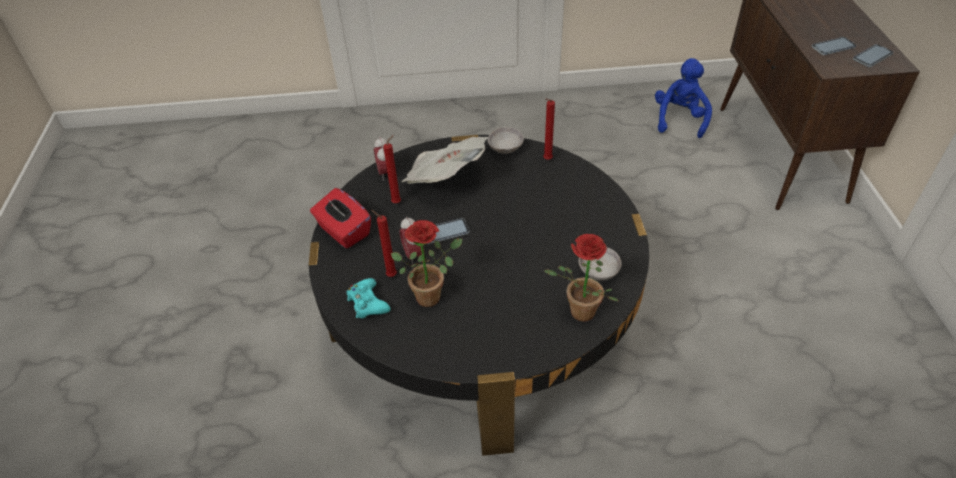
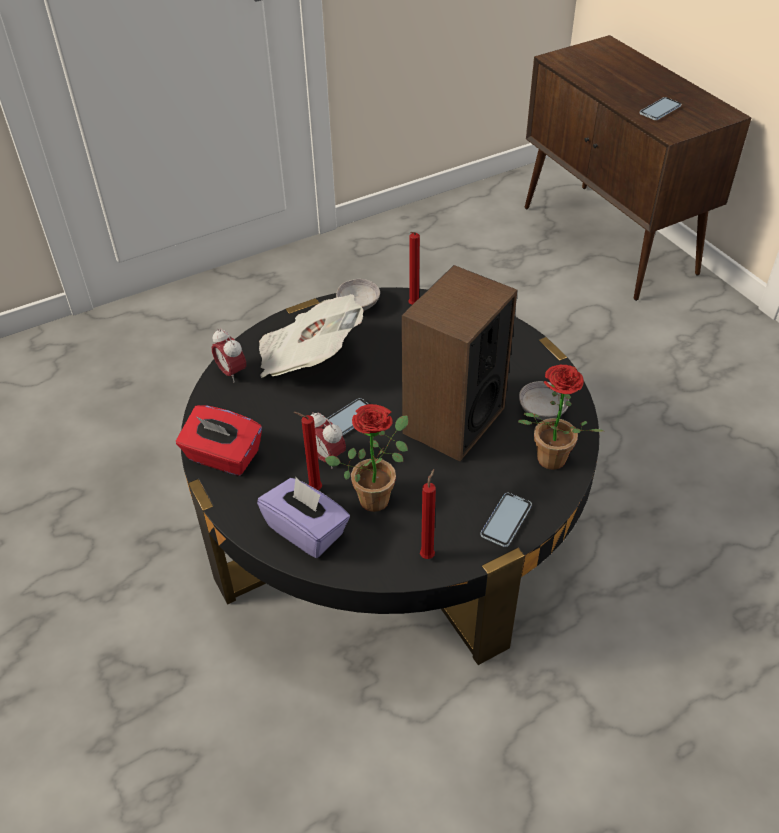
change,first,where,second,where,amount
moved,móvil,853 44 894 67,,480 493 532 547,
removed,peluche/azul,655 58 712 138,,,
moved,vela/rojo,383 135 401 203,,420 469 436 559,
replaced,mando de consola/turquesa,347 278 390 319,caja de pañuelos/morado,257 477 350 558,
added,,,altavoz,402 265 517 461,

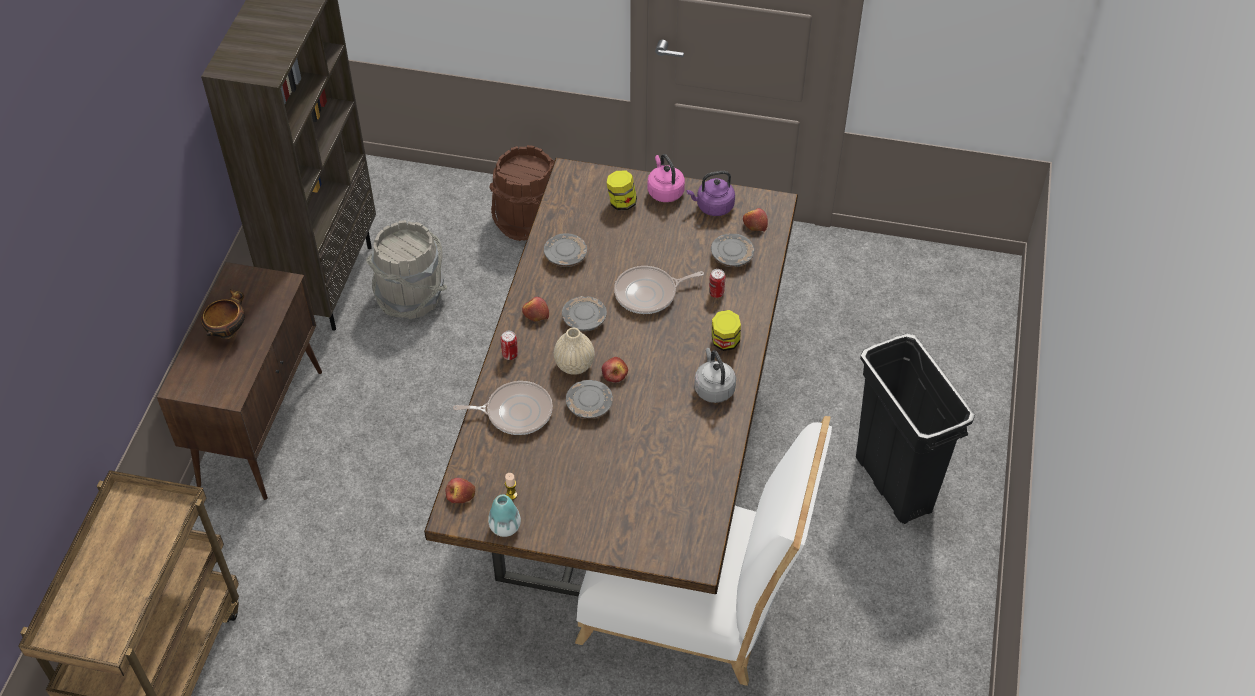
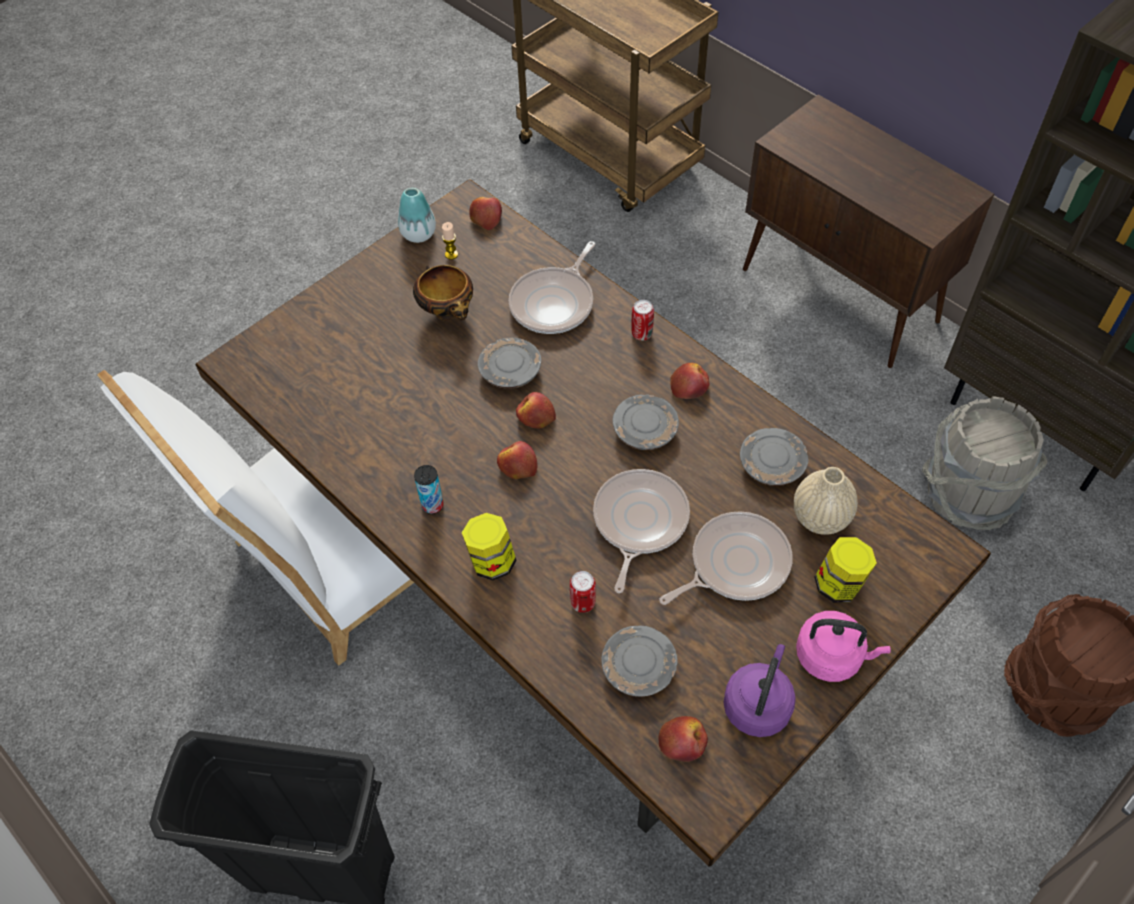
change,first,where,second,where,amount
moved,cuenco,201 289 245 339,,413 265 473 320,
moved,florero/beis,554 328 595 375,,794 467 858 535,
replaced,hervidor/gris,694 348 736 403,lata,414 465 444 514,
added,,,manzana,497 441 538 479,
added,,,sartén,659 511 793 605,

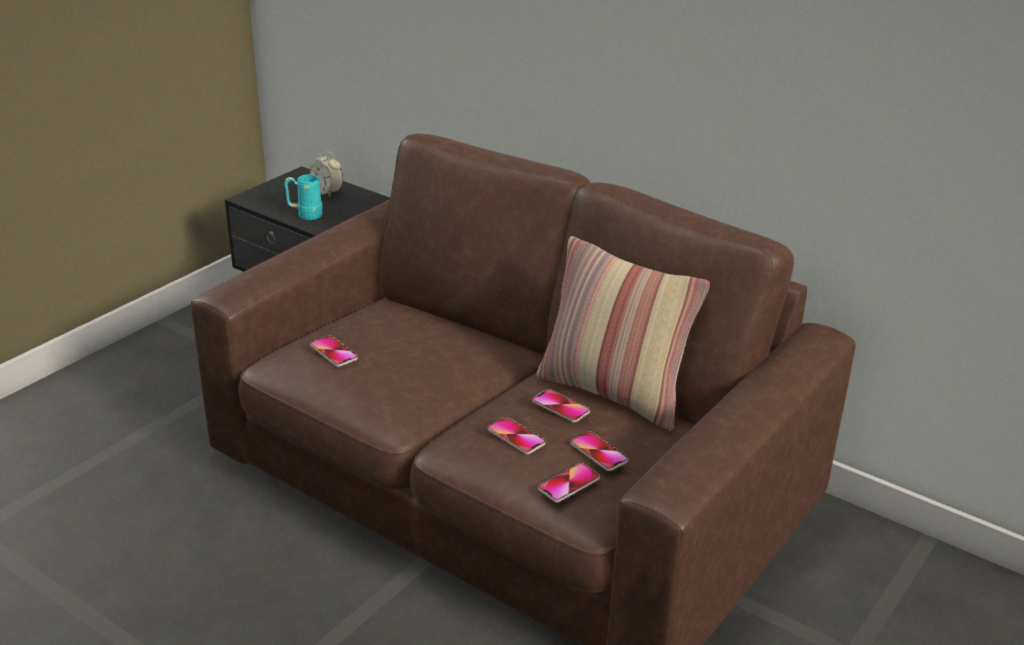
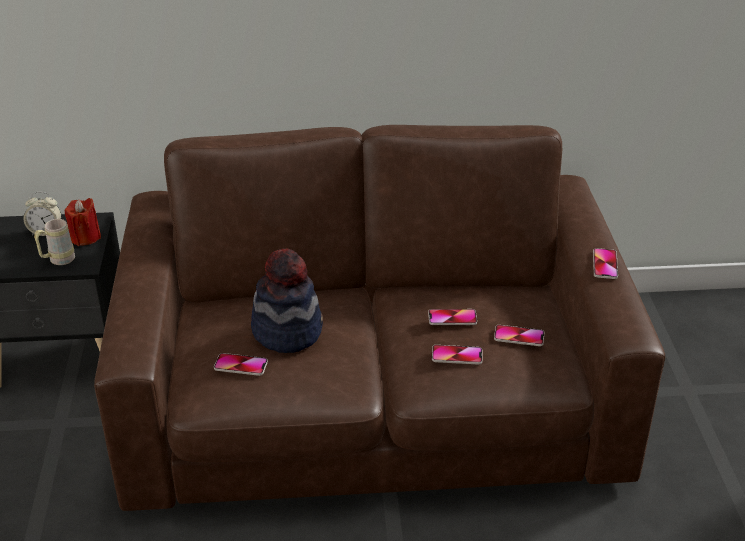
change,first,where,second,where,amount
recoloured,taza grande/turquesa,285 174 323 220,taza grande/beis,34 219 75 265,
removed,cojín,537 236 710 431,,,
moved,móvil,538 463 600 502,,593 248 618 279,
added,,,vela/rojo,65 198 101 246,
added,,,sombrero,251 248 323 353,

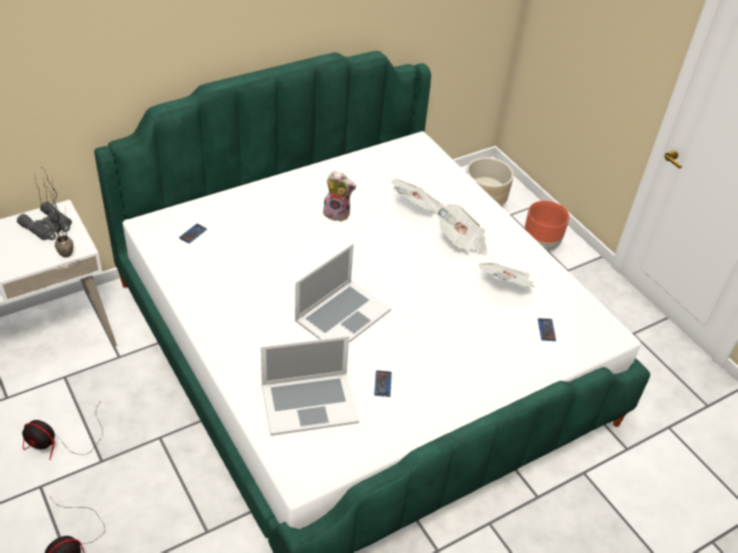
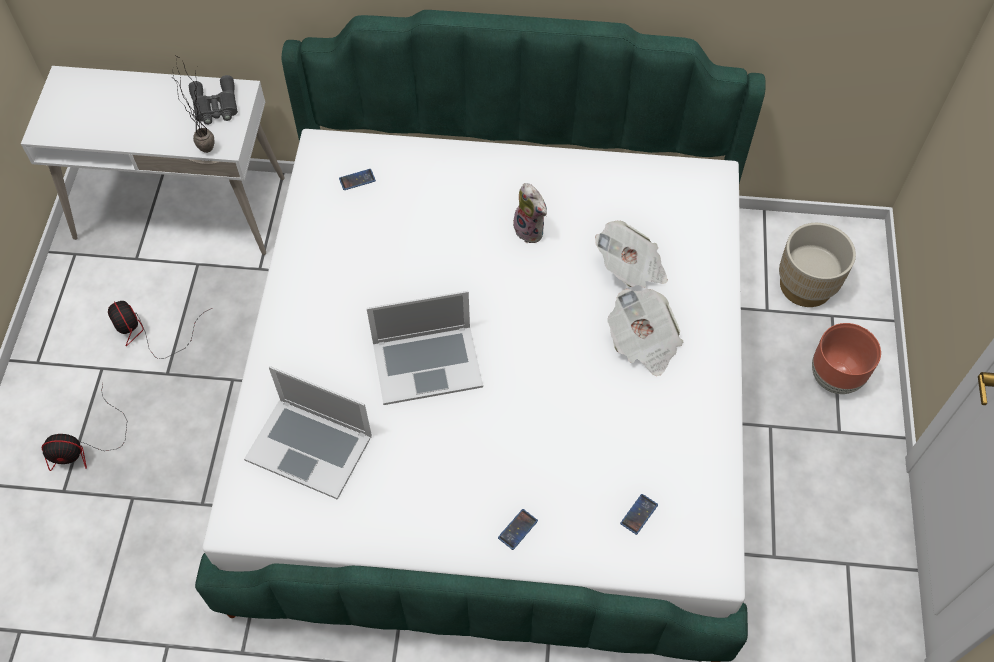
change,first,where,second,where,amount
removed,periódico,479 263 535 287,,,
moved,móvil,374 370 392 397,,498 509 538 550,

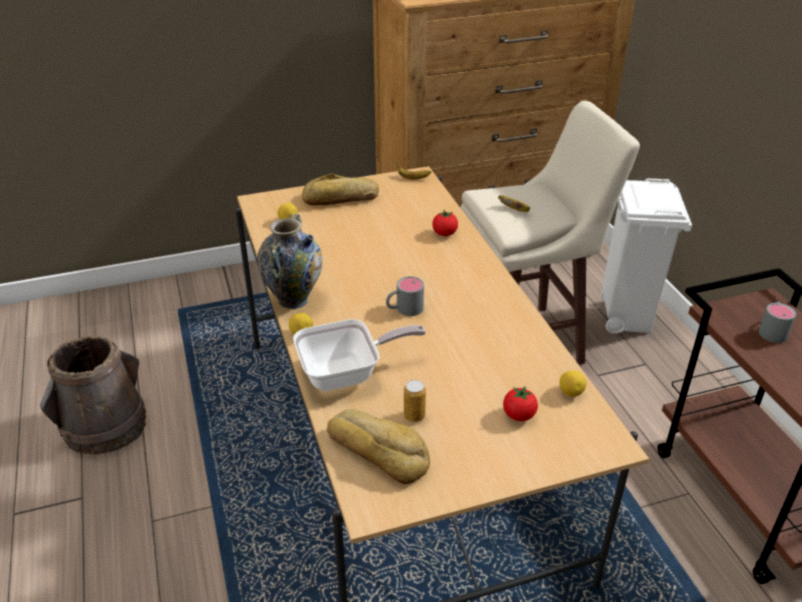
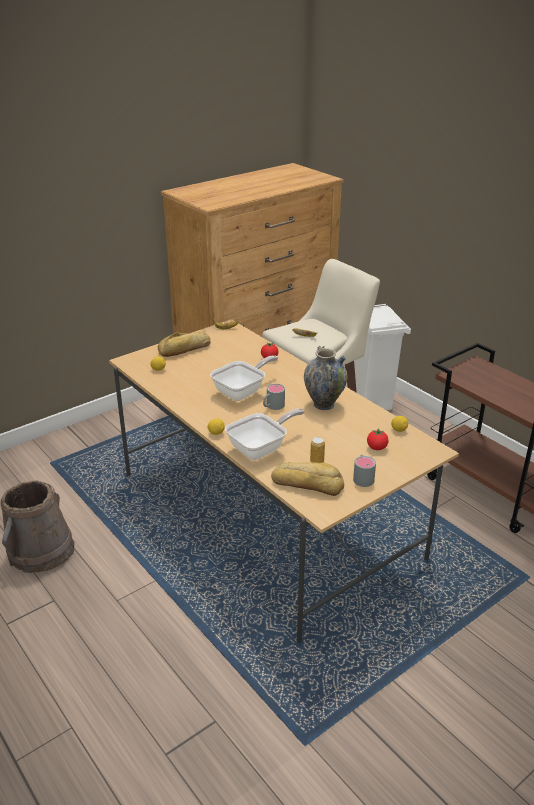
change,first,where,second,where,amount
moved,florero,257 213 323 309,,304 346 347 410,
moved,taza grande/gris,759 301 796 343,,353 455 376 487,
added,,,sartén,210 355 278 401,

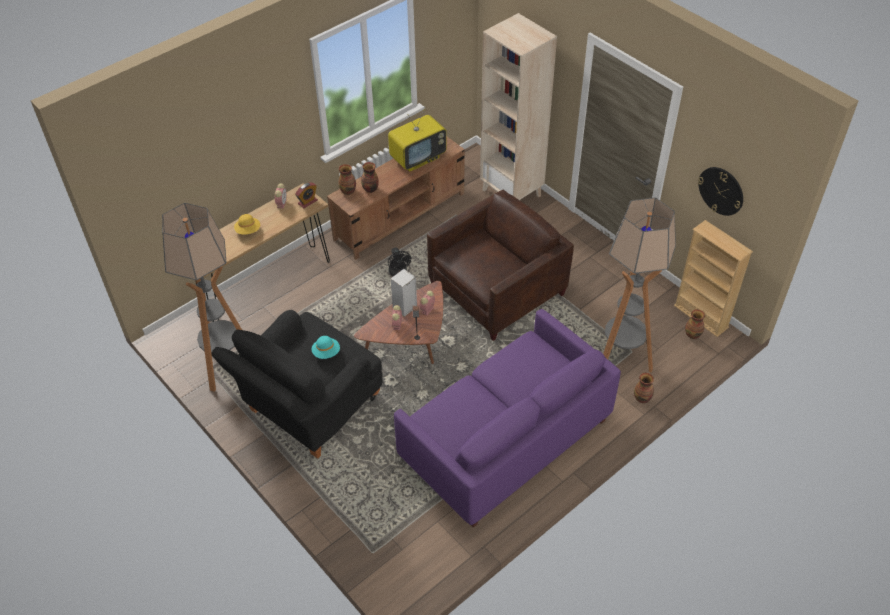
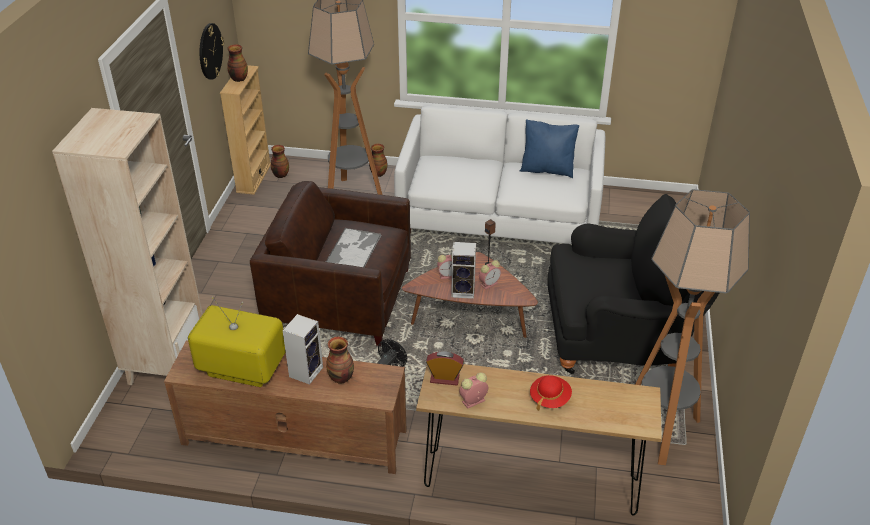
change,first,where,second,where,amount
moved,florero,339 164 356 195,,227 44 248 82,
recoloured,sombrero/amarillo,234 214 260 235,sombrero/rojo,530 375 572 411,
recoloured,sofá/morado,394 309 621 528,sofá/blanco,394 106 605 244,
removed,sombrero/turquesa,312 336 340 359,,,
added,,,cojín/azul,520 119 579 178,
added,,,bandeja,326 228 381 267,
added,,,altavoz,283 314 323 385,

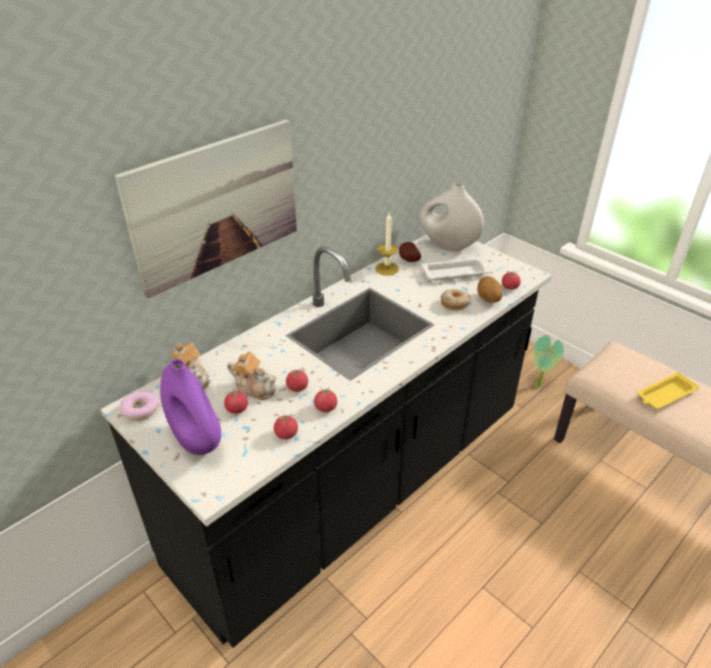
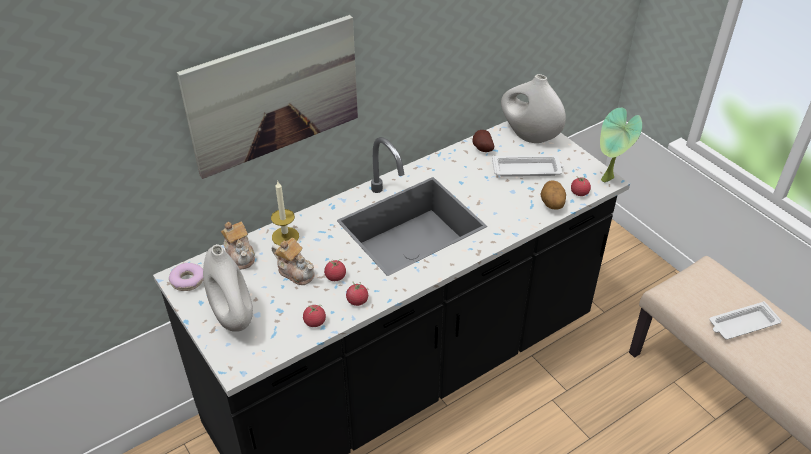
change,first,where,second,where,amount
moved,vela,376 213 399 276,,271 181 299 246,
removed,rosquilla,441 289 471 310,,,
moved,planta en maceta,534 335 564 388,,600 108 642 182,
recoloured,florero/morado,160 359 221 455,florero/blanco,203 244 253 332,
recoloured,bandeja/amarillo,637 372 699 409,bandeja/blanco,709 301 782 340,
removed,tomate,224 389 248 414,,,

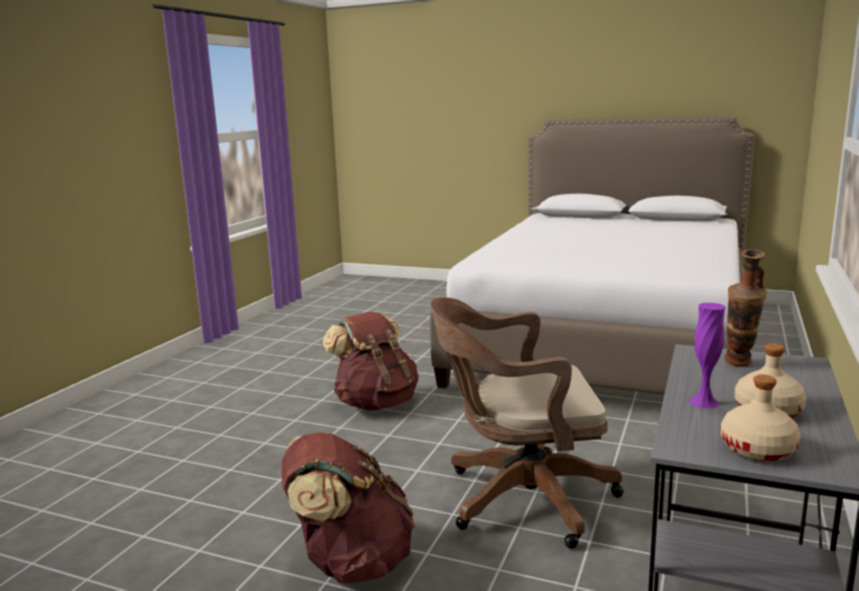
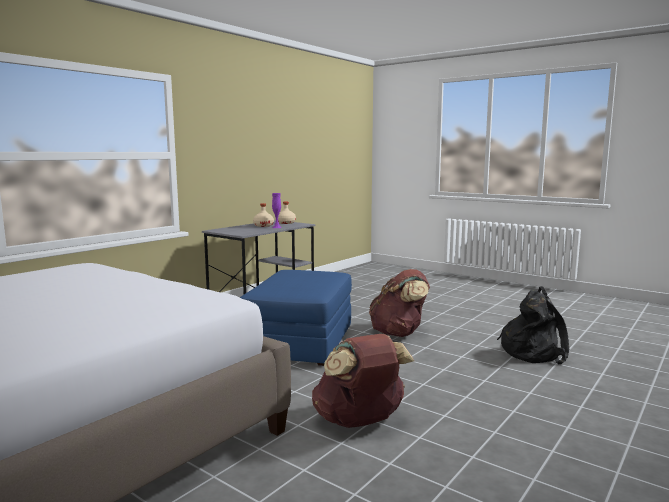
change,first,where,second,where,amount
removed,florero,725 250 767 367,,,
replaced,silla de oficina/marrón,431 297 624 549,puf/azul,240 270 352 366,
added,,,mochila/negro,497 286 569 365,

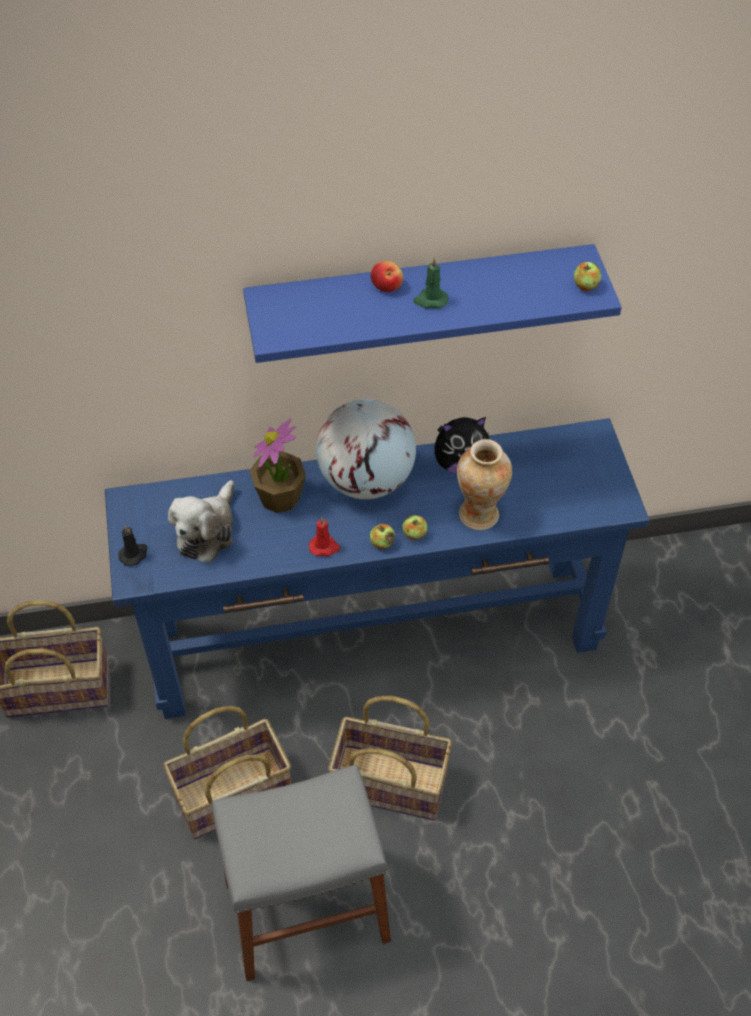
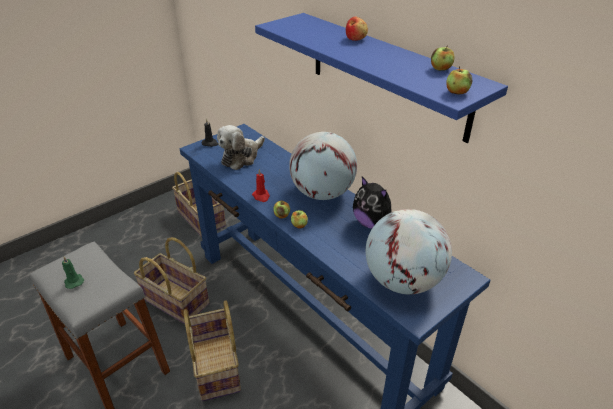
change,first,where,second,where,amount
moved,vela/verde,413 257 448 309,,62 256 84 289,
removed,planta en maceta,249 419 306 513,,,
removed,florero,457 439 512 530,,,
turned,peluche,168 480 234 563,,217 125 265 170,45 degrees counterclockwise
added,,,manzana,431 45 455 71,
added,,,globo terráqueo,366 209 452 294,

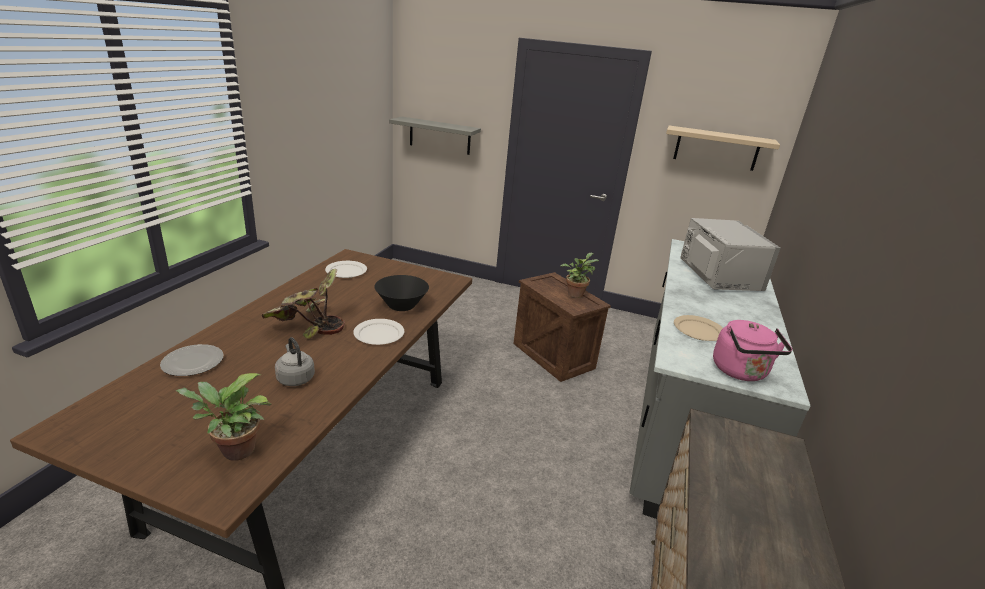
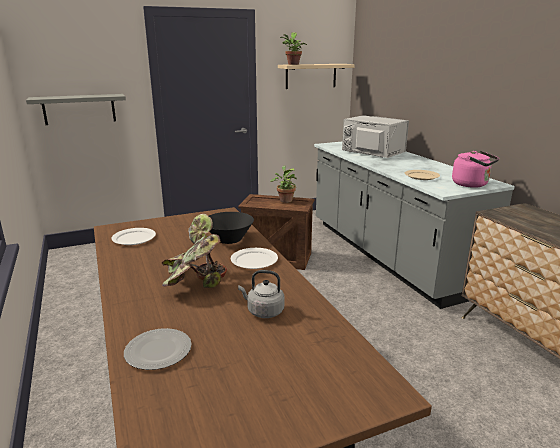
change,first,where,second,where,amount
moved,planta en maceta,176 373 271 461,,280 32 307 65,

